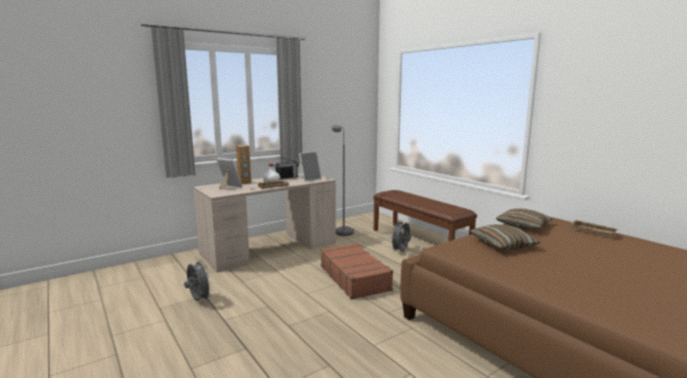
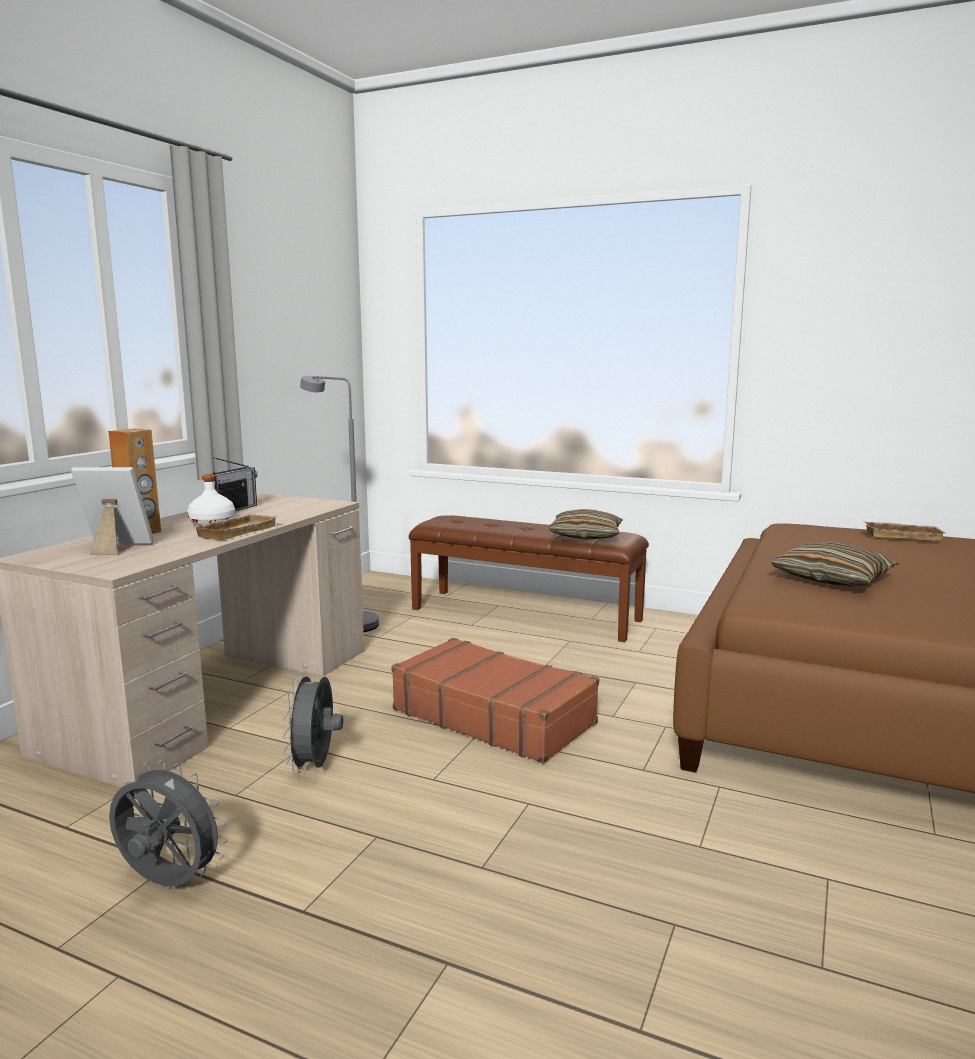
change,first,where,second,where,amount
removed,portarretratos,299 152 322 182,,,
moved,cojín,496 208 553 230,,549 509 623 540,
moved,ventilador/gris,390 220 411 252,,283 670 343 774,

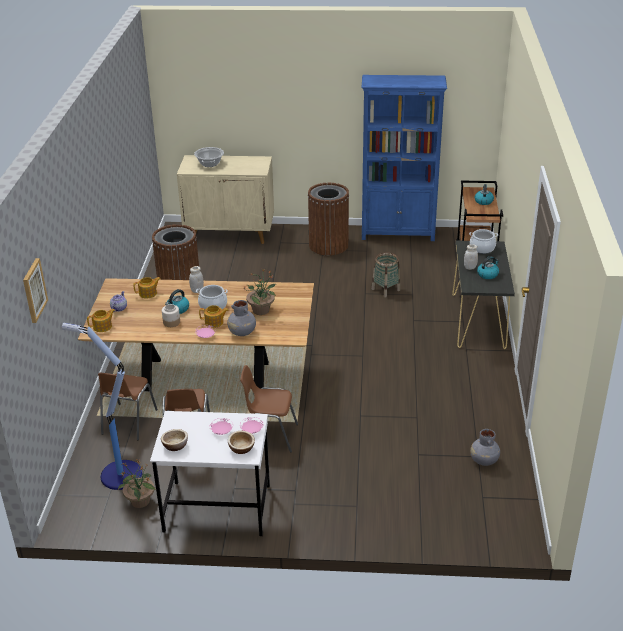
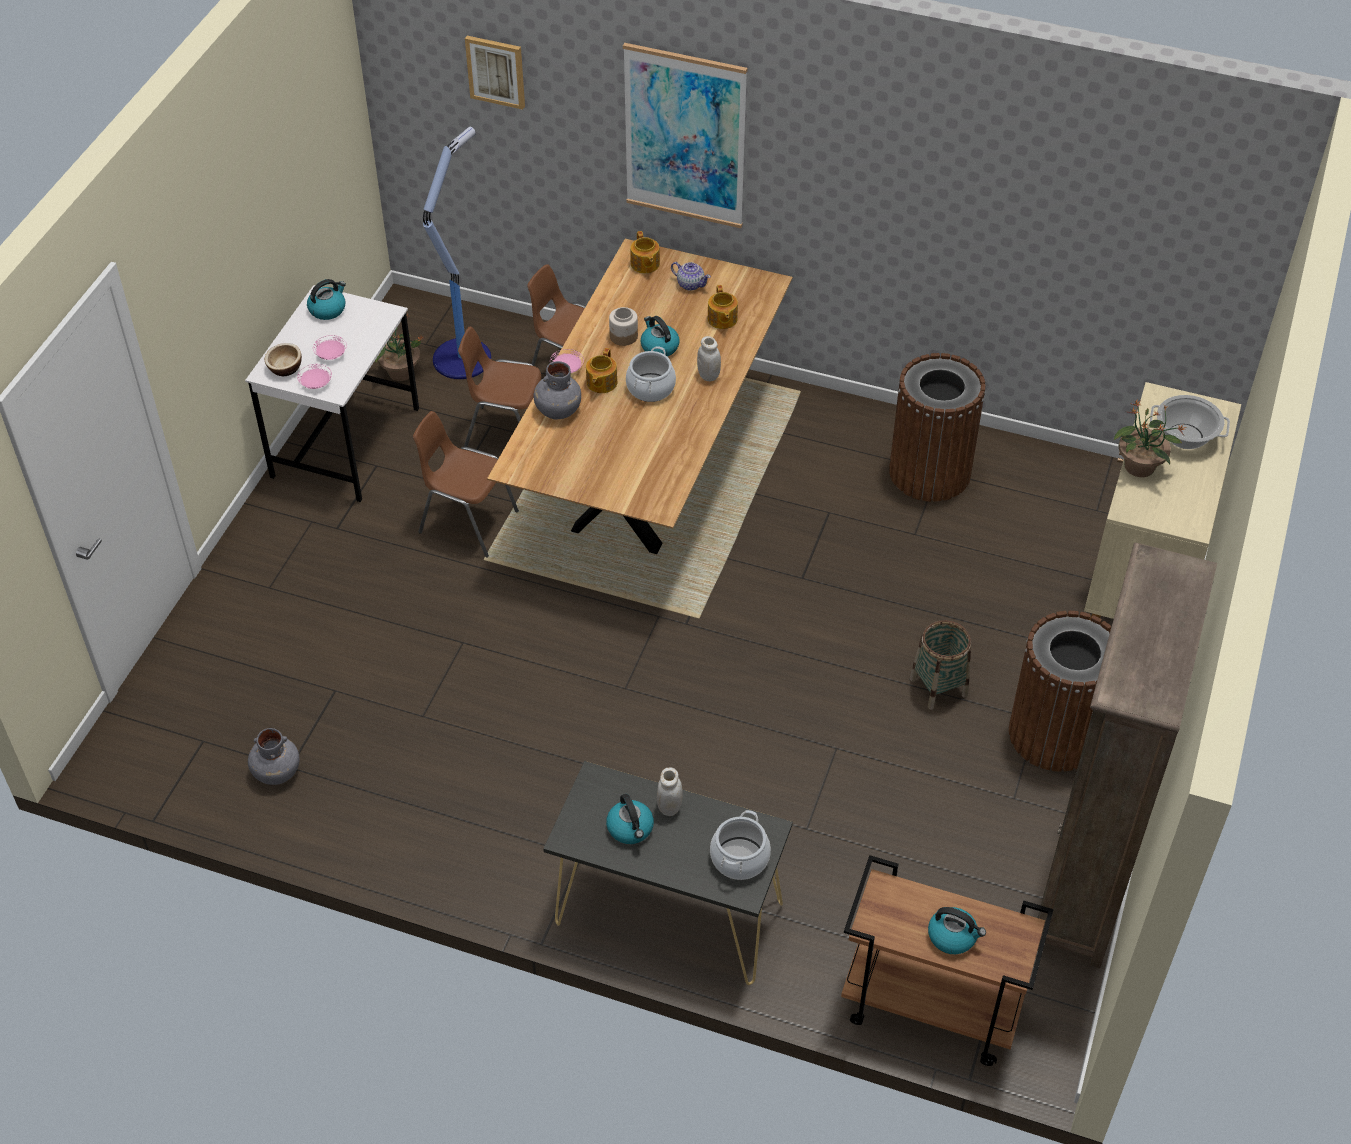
change,first,where,second,where,amount
recoloured,estantería/azul,361 75 447 241,estantería/marrón,1037 543 1217 968,
moved,cesta,372 253 400 298,,910 620 971 710,
moved,planta en maceta,242 269 276 315,,1114 400 1187 477,
turned,silla/marrón,240 365 298 453,,413 411 519 558,90 degrees counterclockwise
replaced,cuenco,161 429 188 451,hervidor,307 279 346 320,
added,,,cuadro,623 43 748 228,

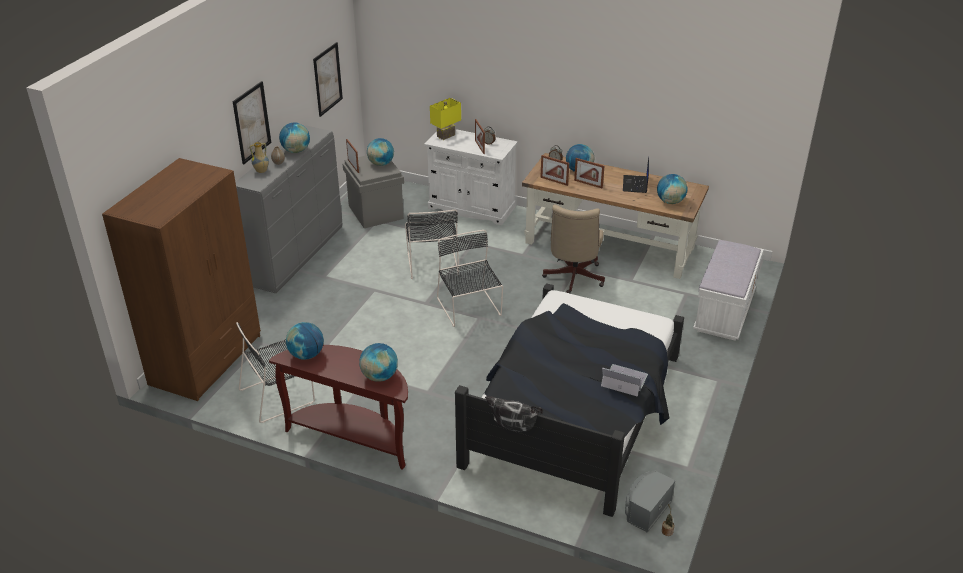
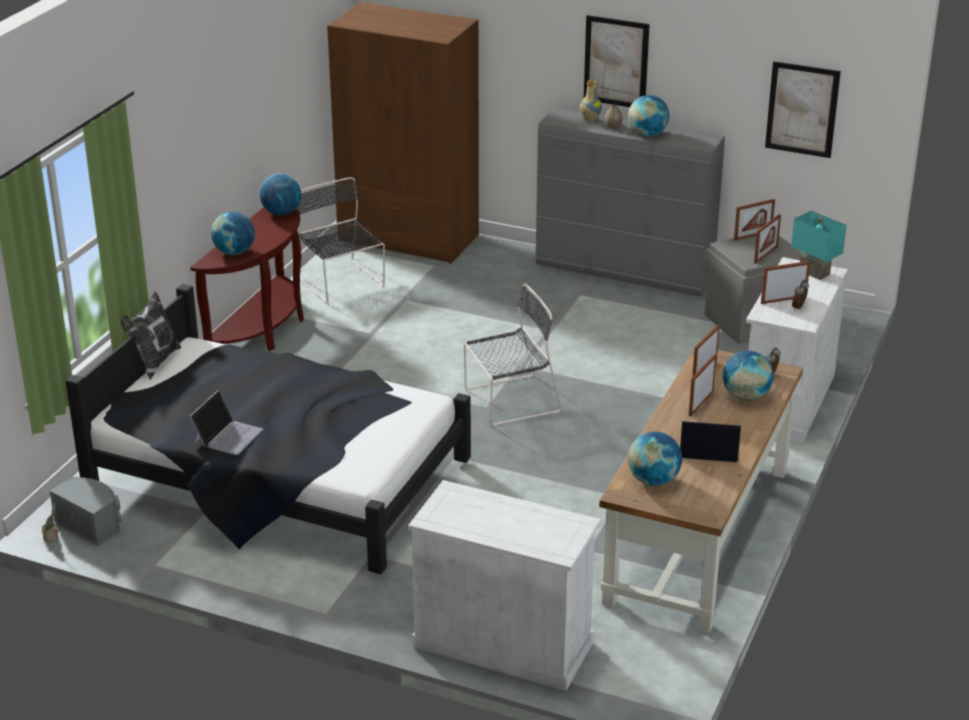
change,first,where,second,where,amount
recoloured,lámpara de mesa/amarillo,430 98 461 140,lámpara de mesa/turquesa,791 211 847 280,
replaced,globo terráqueo,367 138 394 166,portarretratos,754 214 781 264,
removed,silla de oficina/beis,542 205 605 293,,,
removed,silla/negro,405 209 459 279,,,
replaced,banco/blanco,693 240 764 341,armario/blanco,408 480 601 691,

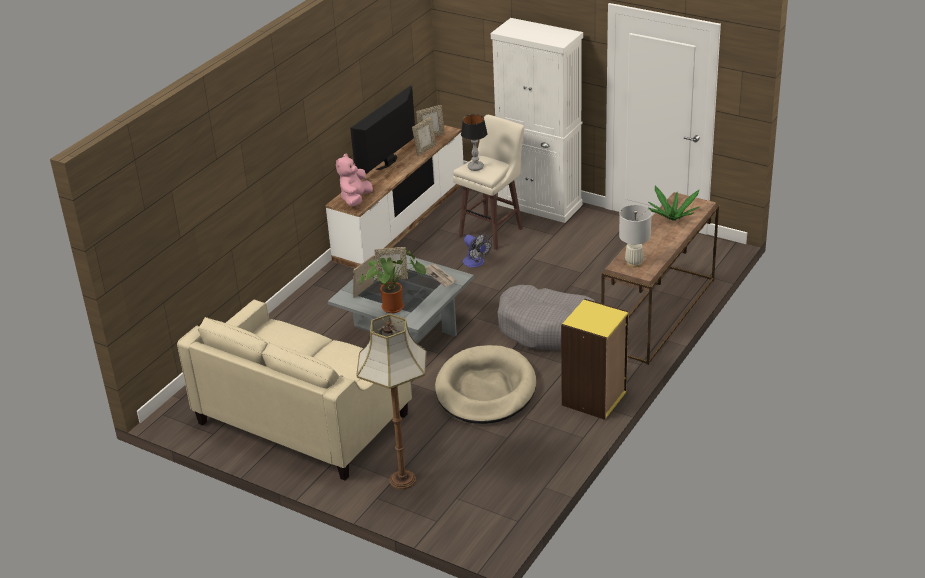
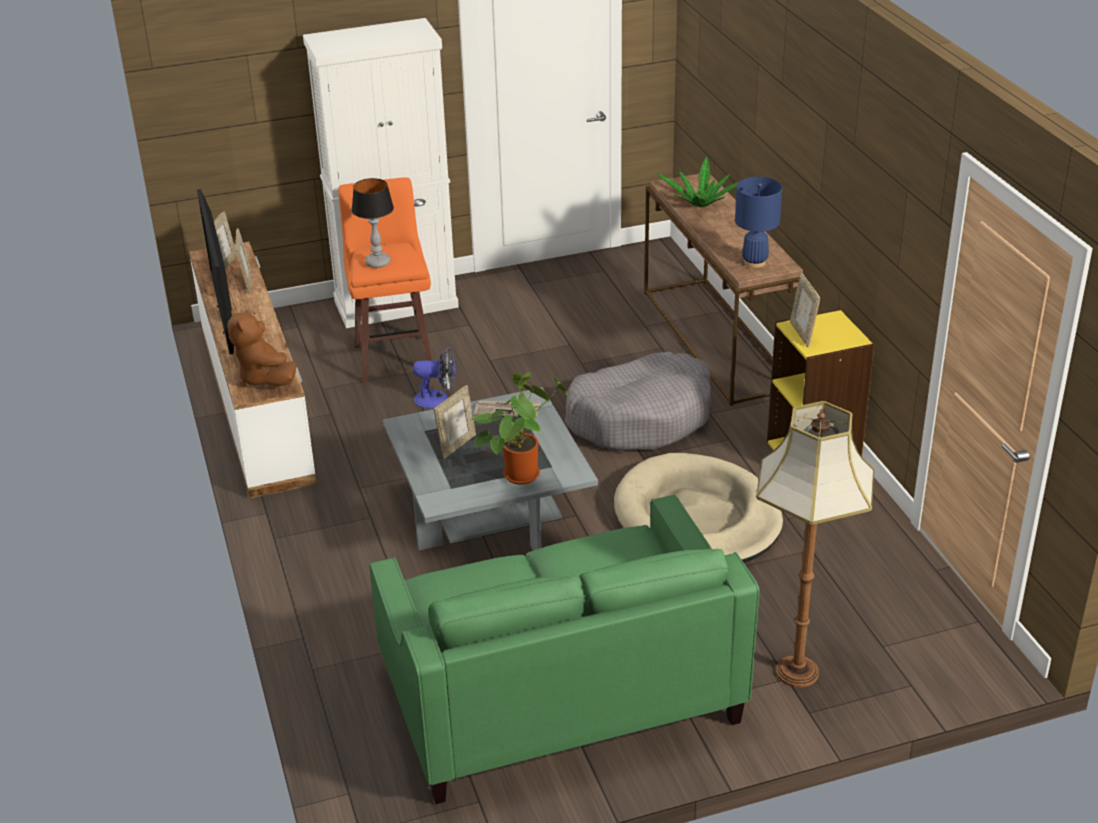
change,first,where,second,where,amount
recoloured,taburete/beis,453 115 524 250,taburete/naranja,338 177 432 383,
recoloured,peluche/rosa,336 154 373 207,peluche/marrón,227 309 296 386,
recoloured,lámpara de mesa/blanco,619 205 652 268,lámpara de mesa/azul,735 177 782 268,
moved,portarretratos,353 255 375 298,,790 273 820 347,
recoloured,sofá/beis,177 300 412 481,sofá/verde,369 495 760 804,

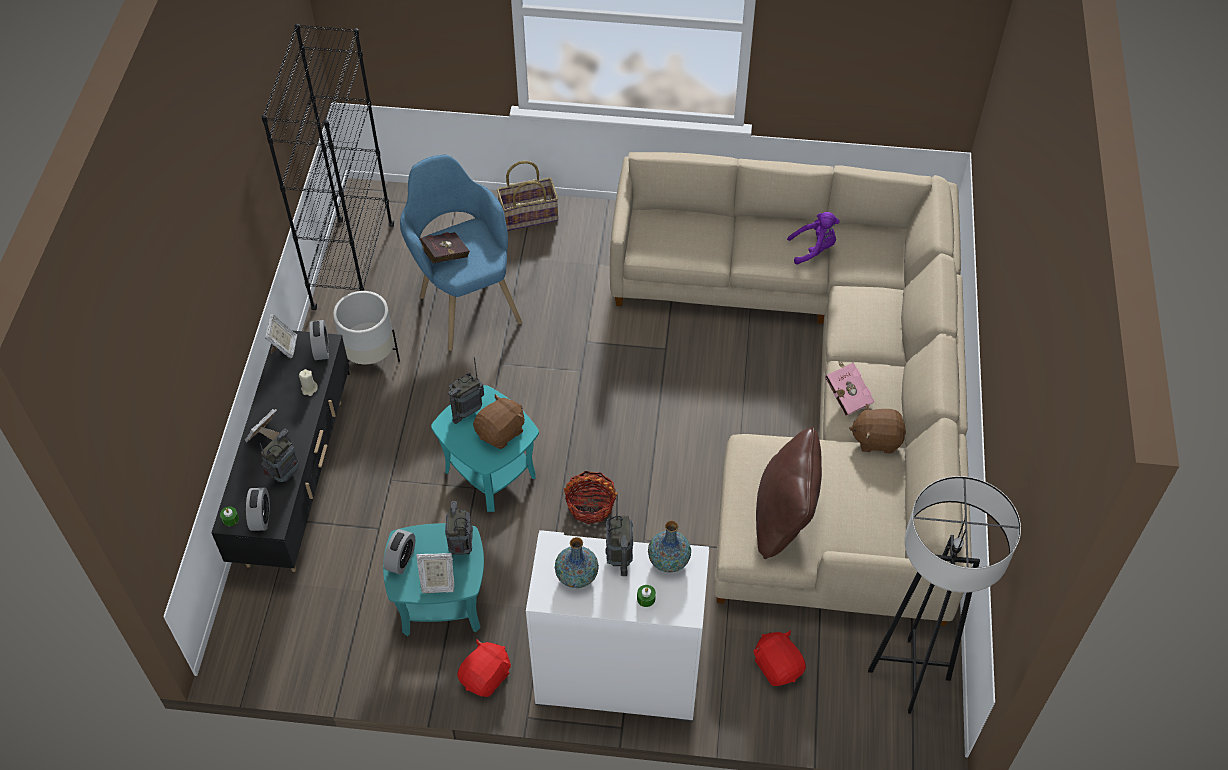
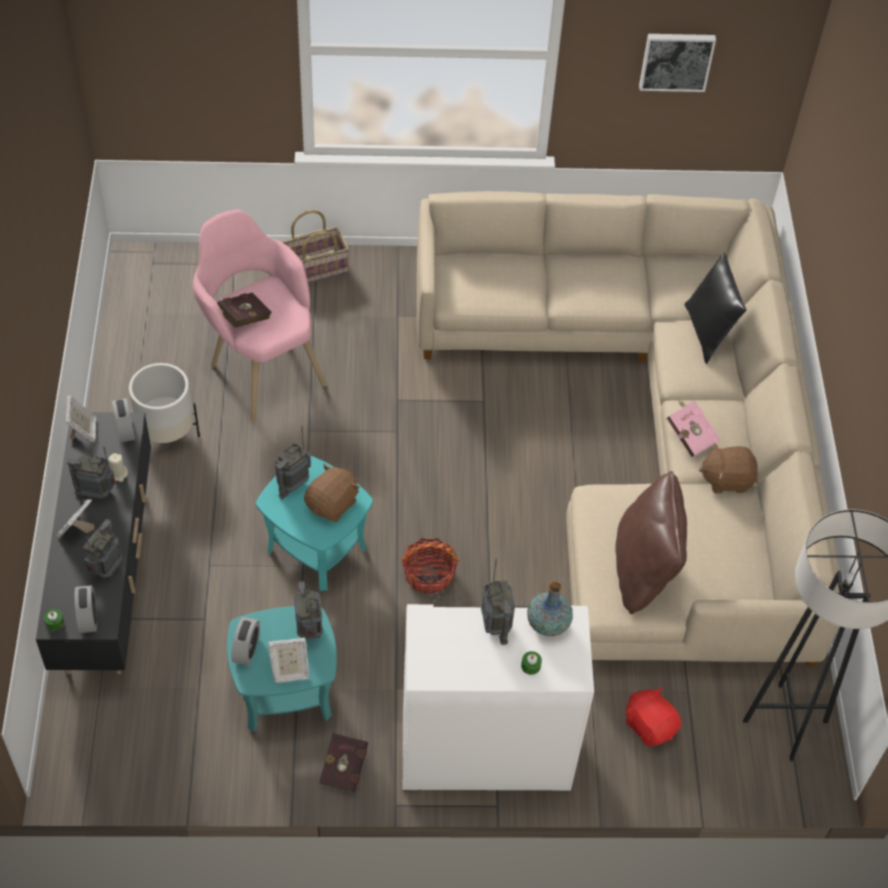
change,first,where,second,where,amount
removed,estantería/negro,261 24 394 310,,,
recoloured,sillón/azul,400 155 522 351,sillón/rosa,193 209 326 421,
removed,peluche/morado,787 212 840 265,,,
removed,florero,555 537 599 588,,,
replaced,peluche/rojo,457 639 511 697,libro/rojo,319 730 369 793,
added,,,cuadro,639 34 716 92,
added,,,cojín/negro,685 252 747 364,
added,,,radio,67 446 115 499,

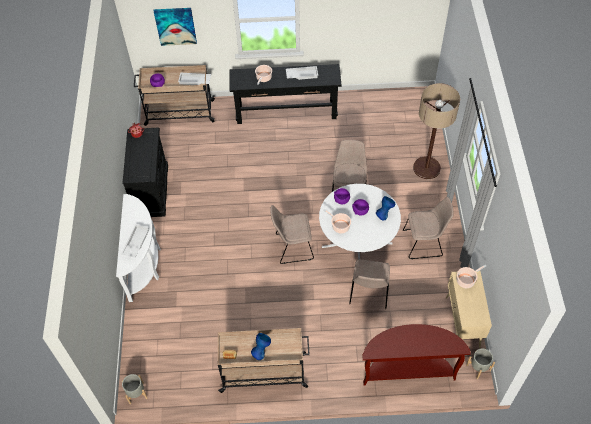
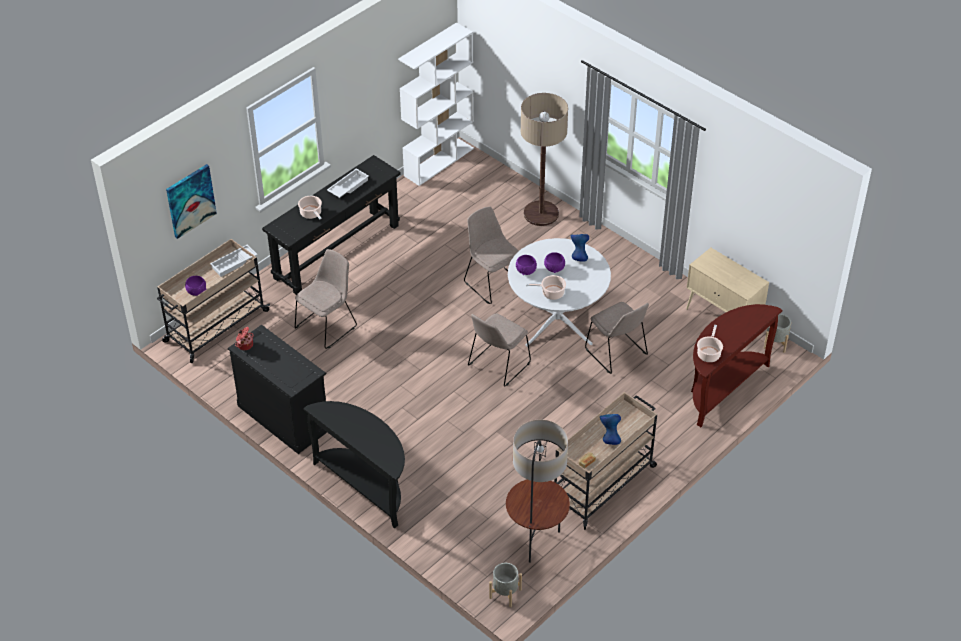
change,first,where,second,where,amount
recoloured,mesa consola/blanco,116 194 161 302,mesa consola/negro,303 401 405 529,
moved,silla/beis,403 197 453 259,,295 249 357 349,
removed,bandeja/blanco,121 224 149 257,,,
moved,olla,456 265 486 288,,697 325 723 362,
added,,,estantería/blanco,398 22 474 186,
added,,,lámpara de pie,506 419 570 563,

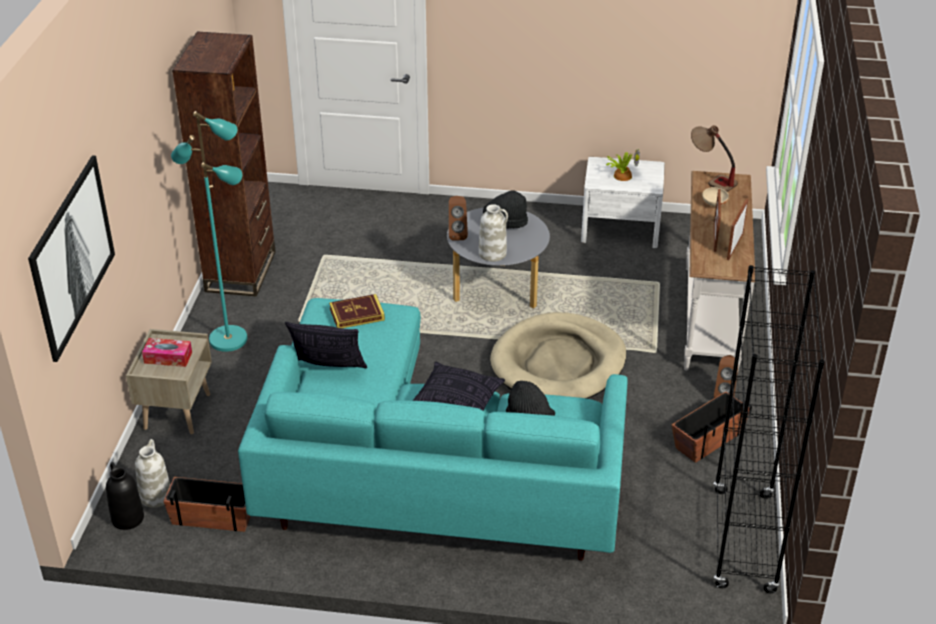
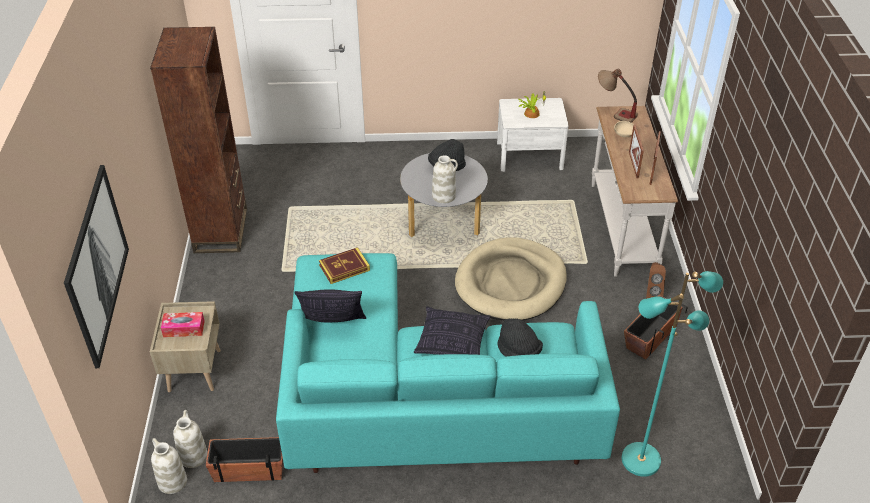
change,first,where,second,where,amount
moved,lámpara de pie/turquesa,171 111 247 352,,622 271 723 477,
removed,altavoz/marrón,449 196 468 241,,,
removed,estantería/negro,713 265 825 593,,,
recoloured,florero/negro,106 462 144 530,florero/blanco,151 438 187 494,

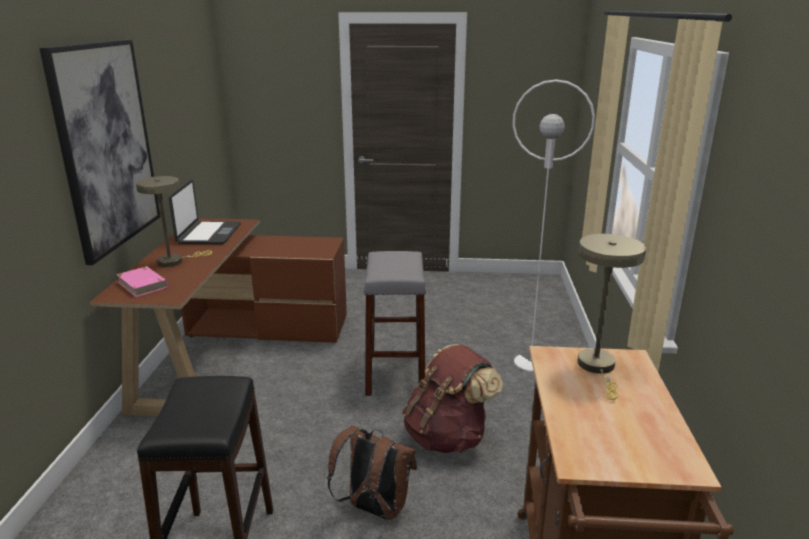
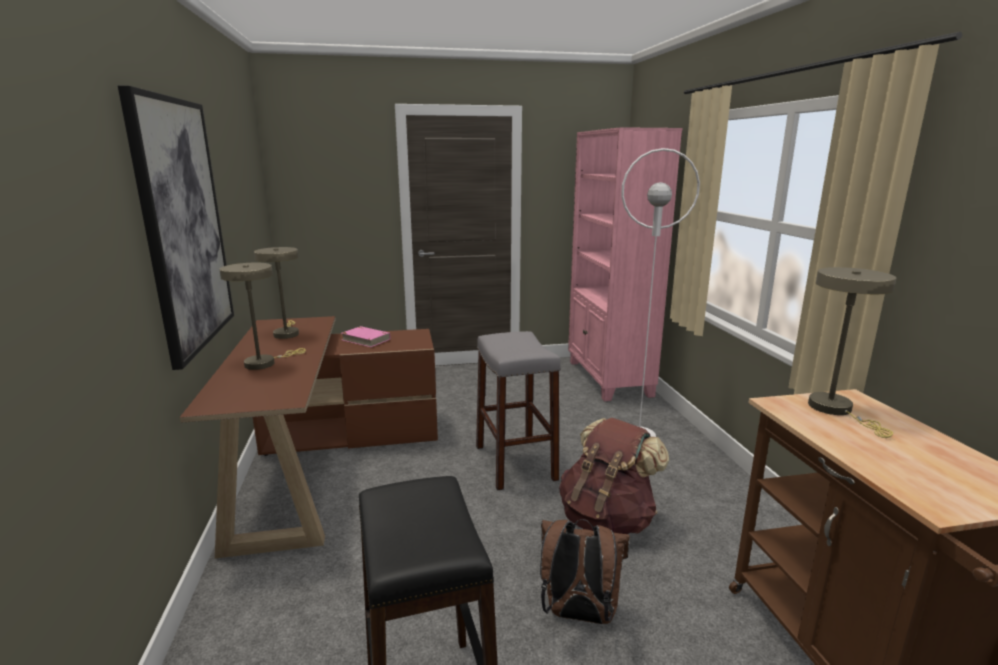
change,first,where,second,where,amount
replaced,portátil,169 180 241 244,lámpara de mesa/beis,254 247 299 339,
moved,libro/rosa,116 266 168 297,,341 326 390 347,
added,,,estantería/rosa,568 127 682 401,

